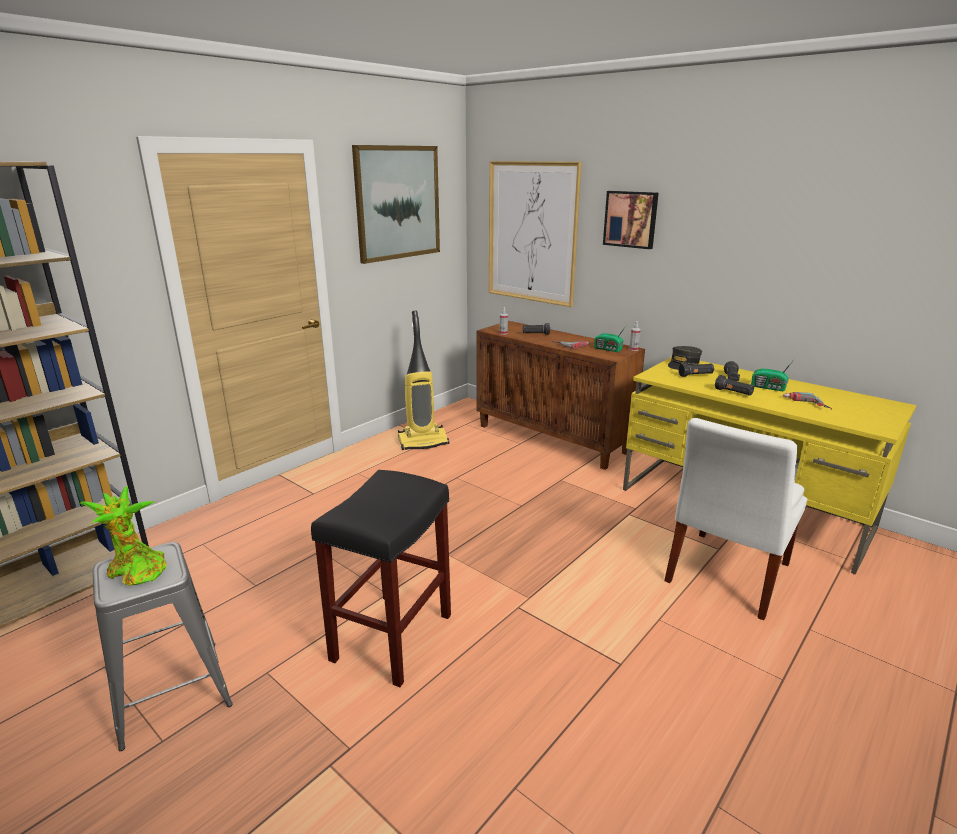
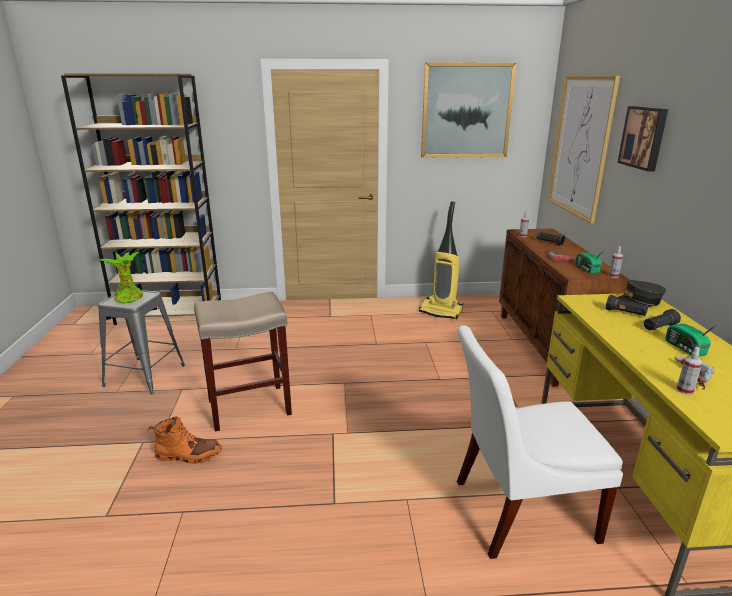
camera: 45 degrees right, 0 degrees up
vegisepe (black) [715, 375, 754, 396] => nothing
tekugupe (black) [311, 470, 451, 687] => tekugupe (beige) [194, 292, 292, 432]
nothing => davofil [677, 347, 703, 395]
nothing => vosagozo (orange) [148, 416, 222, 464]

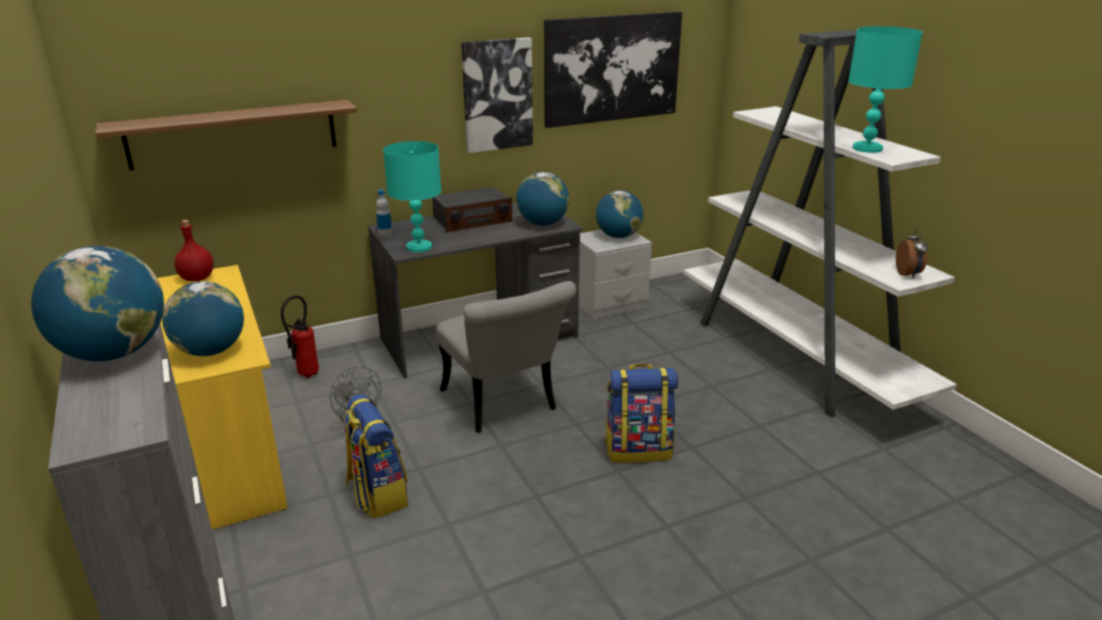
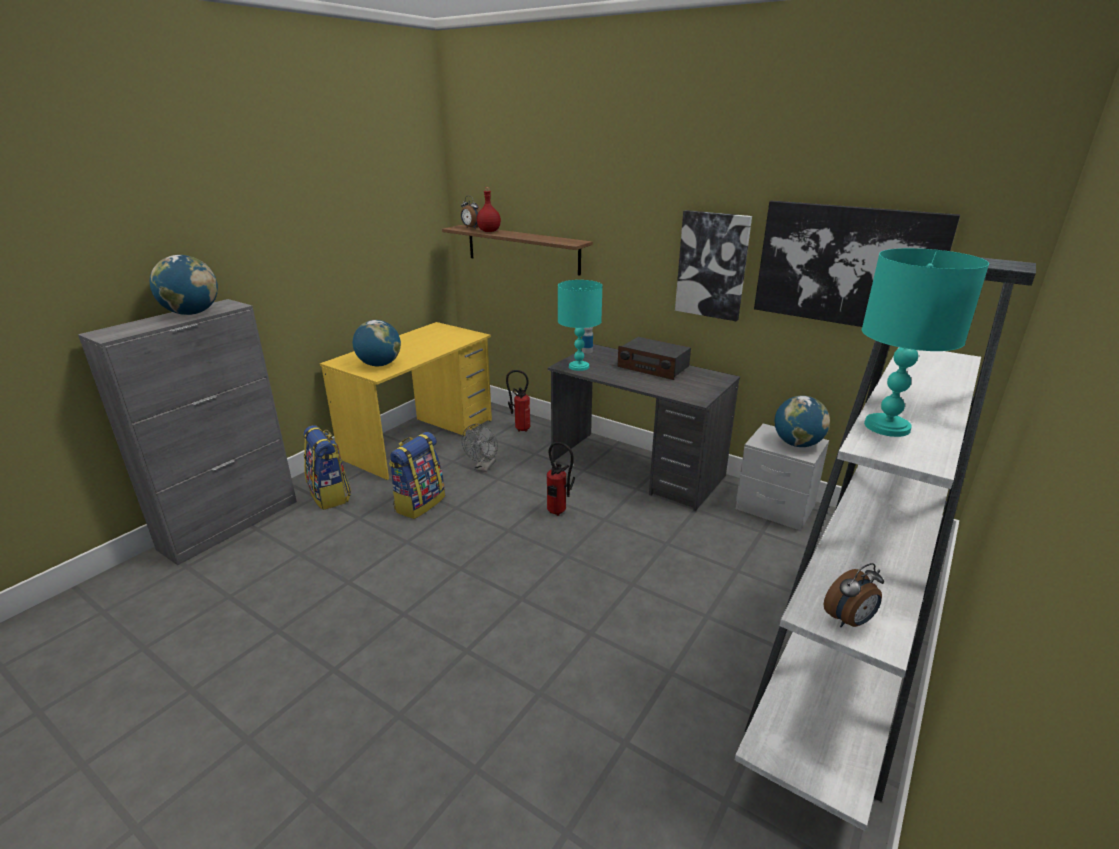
camera: 60 degrees right, 0 degrees up
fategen [516, 172, 569, 226] => nothing
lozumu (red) [174, 220, 214, 281] => lozumu (red) [477, 187, 501, 232], move
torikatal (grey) [436, 281, 576, 433] => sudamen [547, 442, 575, 516]
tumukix [605, 364, 678, 463] => tumukix [303, 425, 351, 510], move
nothing => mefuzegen [461, 196, 481, 229]

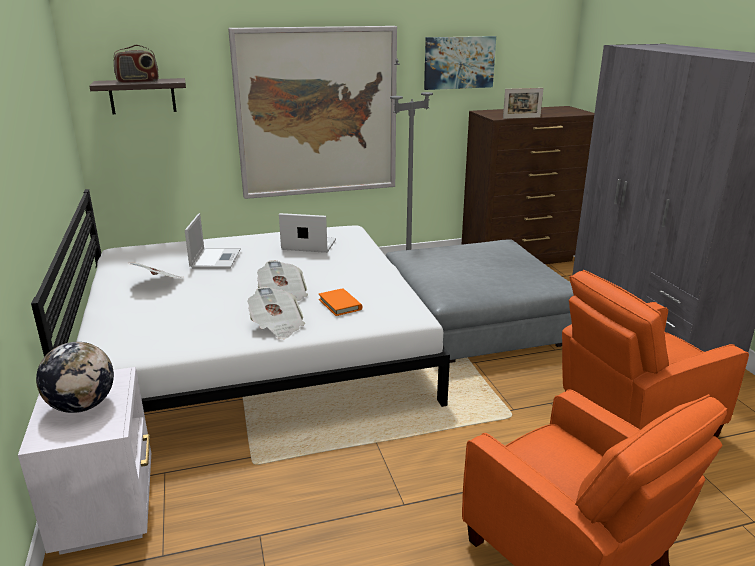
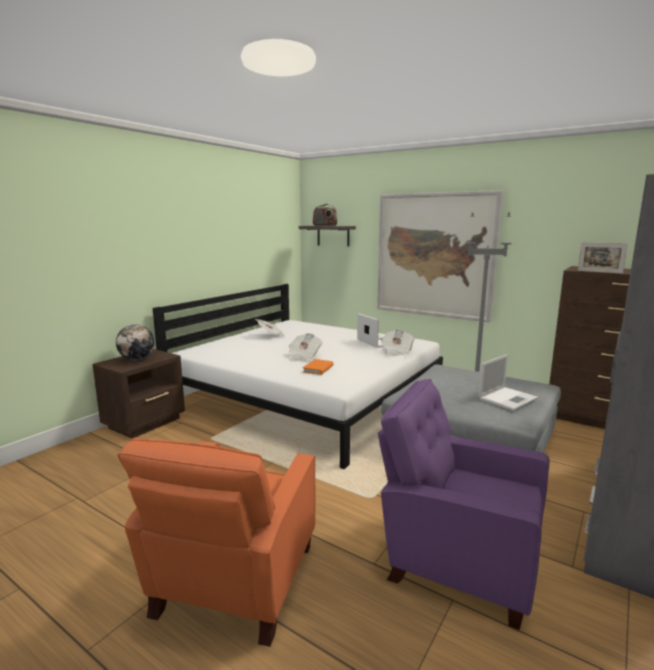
camera: 50 degrees right, 10 degrees down
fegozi [424, 36, 496, 90] => nothing
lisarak [185, 213, 241, 269] => lisarak [478, 355, 538, 411], move
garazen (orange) [562, 270, 749, 438] => garazen (purple) [378, 379, 550, 630]
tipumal [247, 286, 305, 339] => tipumal [381, 329, 415, 357], move
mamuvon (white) [18, 367, 151, 555] => mamuvon (brown) [92, 349, 185, 439]

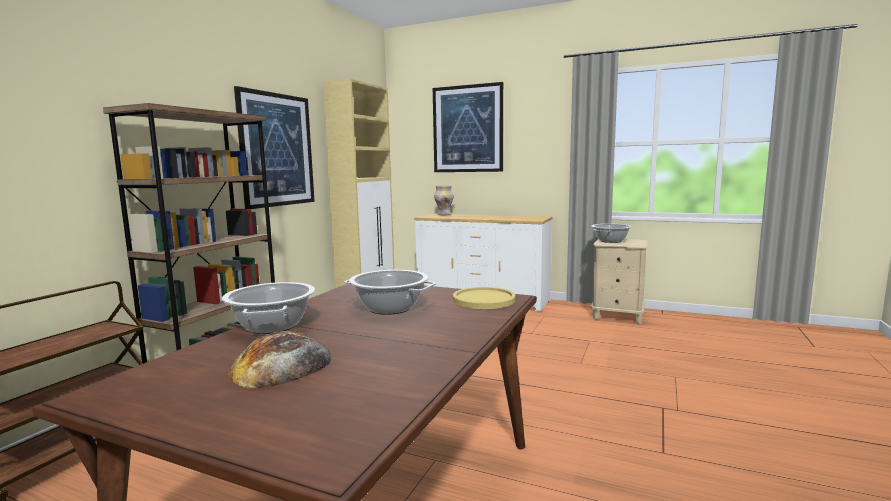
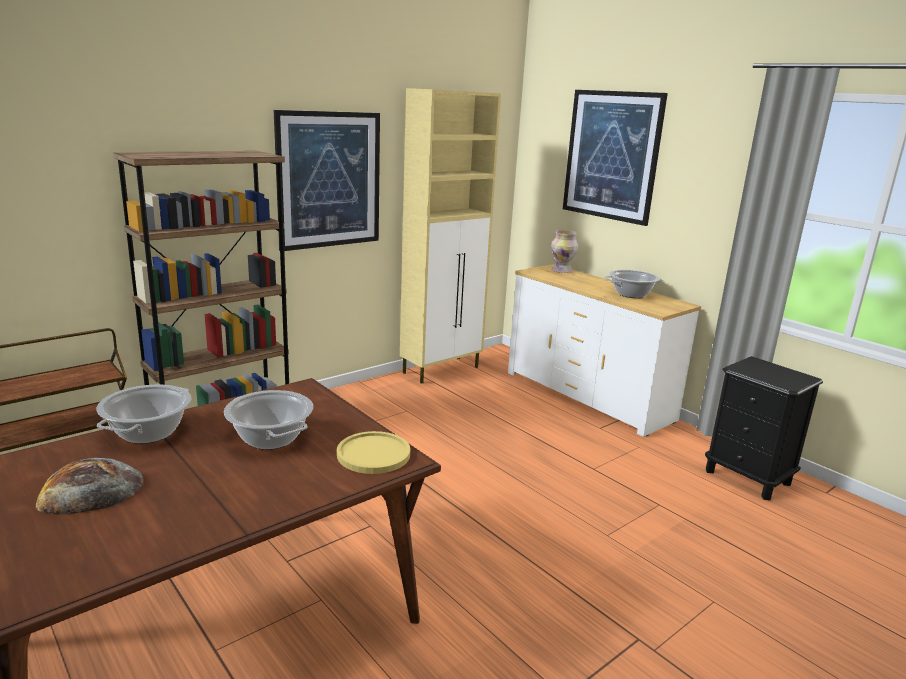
camera: 25 degrees right, 10 degrees up
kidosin [592, 224, 632, 243] => kidosin [604, 269, 663, 298], move
mamuvon (beige) [591, 239, 648, 324] => mamuvon (black) [705, 356, 823, 500]

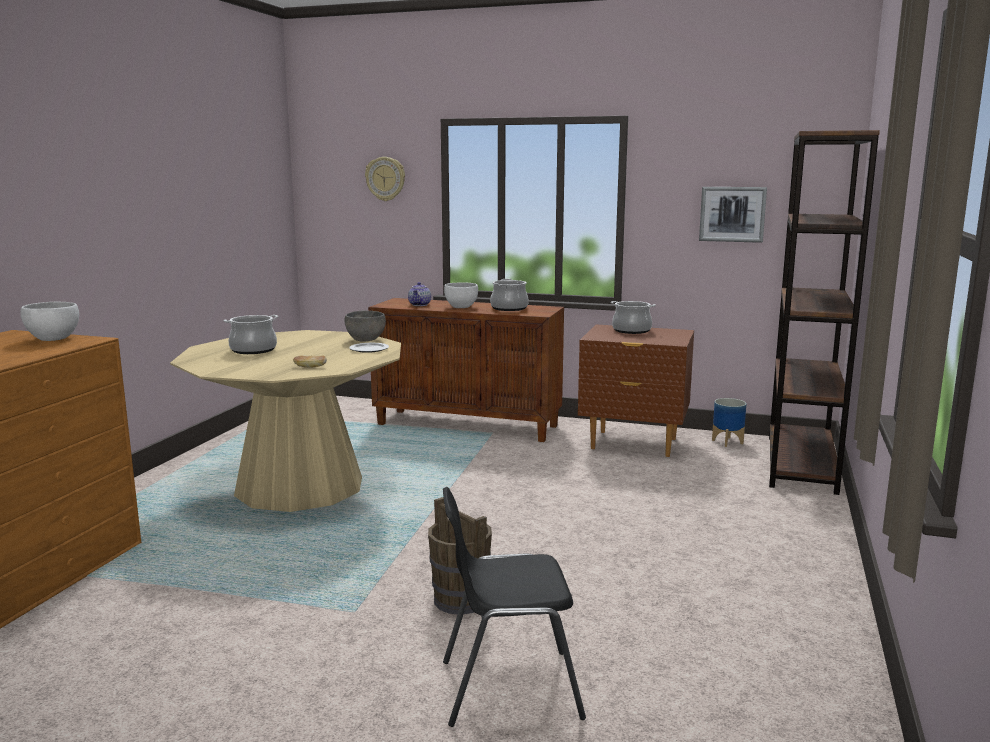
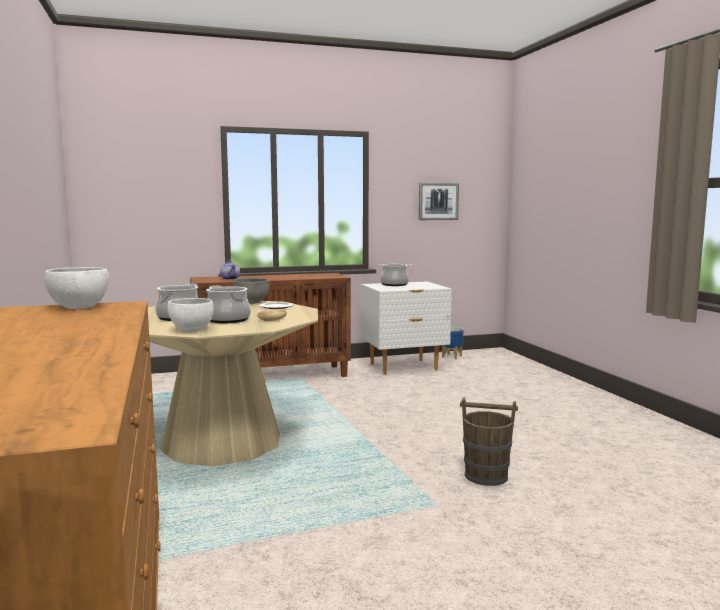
camera: 35 degrees left, 5 degrees down
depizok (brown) [769, 130, 880, 495] => nothing
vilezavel [365, 157, 405, 201] => nothing
kidosin [490, 279, 529, 311] => kidosin [206, 286, 251, 323], move
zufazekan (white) [444, 282, 478, 308] => zufazekan (white) [167, 298, 214, 332], move
mamuvon (brown) [578, 324, 694, 457] => mamuvon (white) [361, 282, 452, 375]
torikatal (black) [443, 487, 586, 727] => nothing

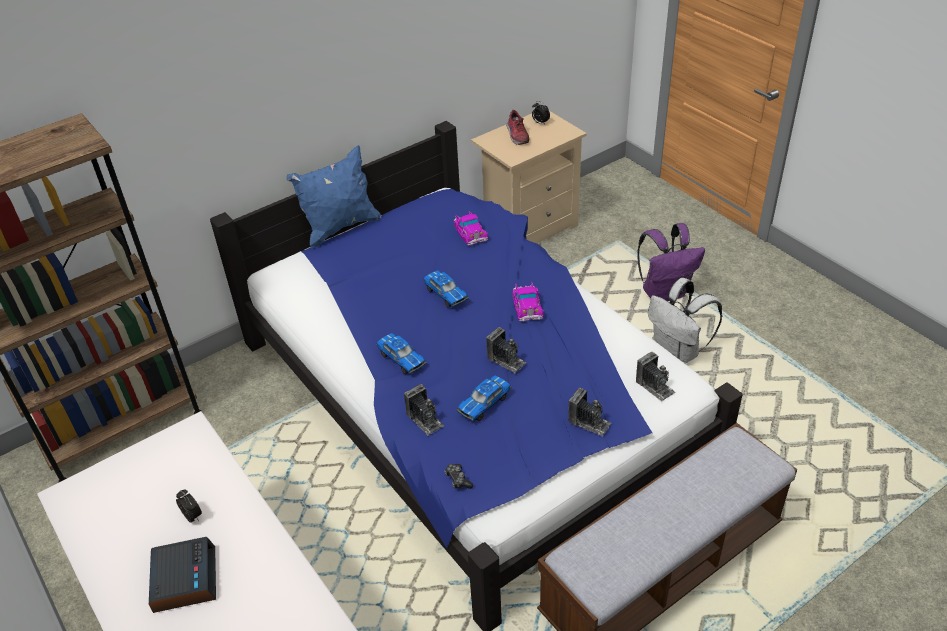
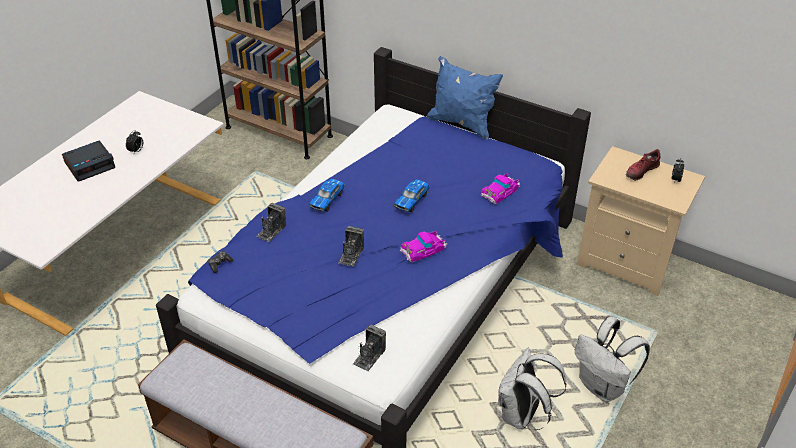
camera: 65 degrees right, 0 degrees up
tumukix (purple) [637, 223, 705, 301] => tumukix (white) [575, 316, 650, 402]
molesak [457, 375, 512, 421] => nothing
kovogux [568, 388, 612, 437] => nothing

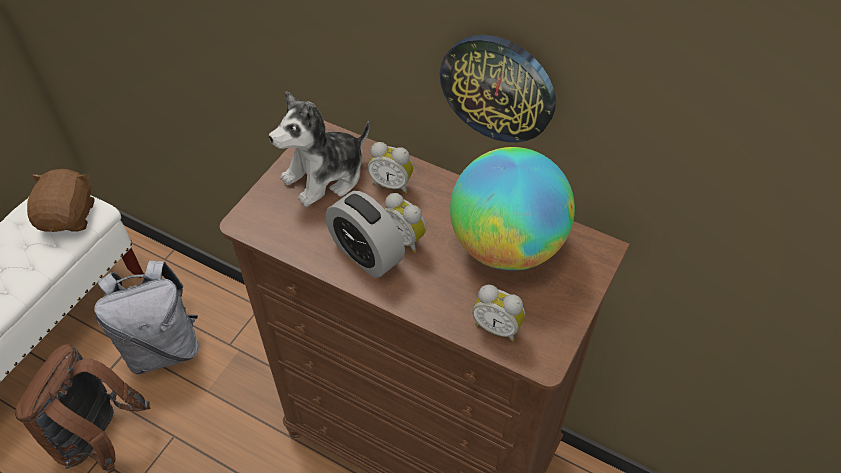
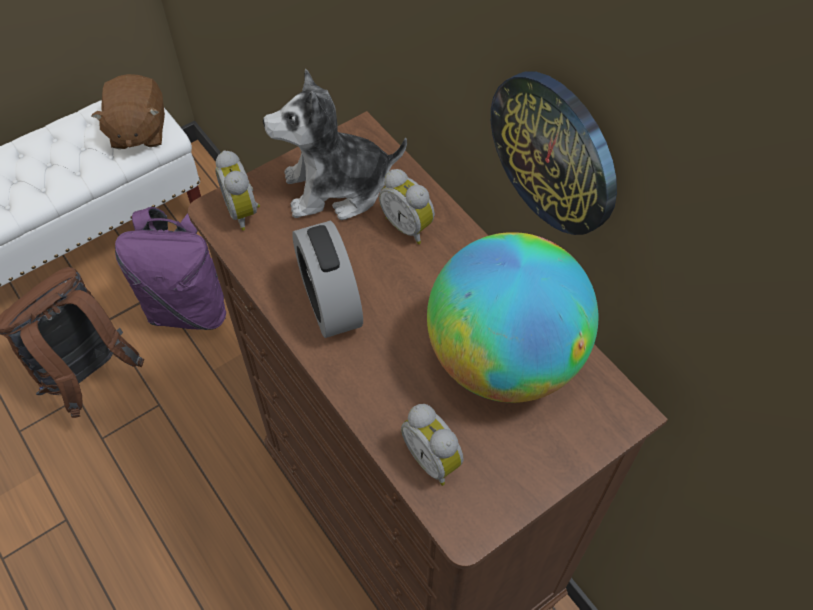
camera: 25 degrees right, 5 degrees up
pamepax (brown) [27, 169, 95, 232] => pamepax (brown) [92, 74, 165, 149], 150 degrees clockwise
mefuzegen [384, 193, 426, 253] => mefuzegen [215, 150, 260, 231], move
tumukix (grey) [94, 260, 199, 374] => tumukix (purple) [115, 207, 226, 330]

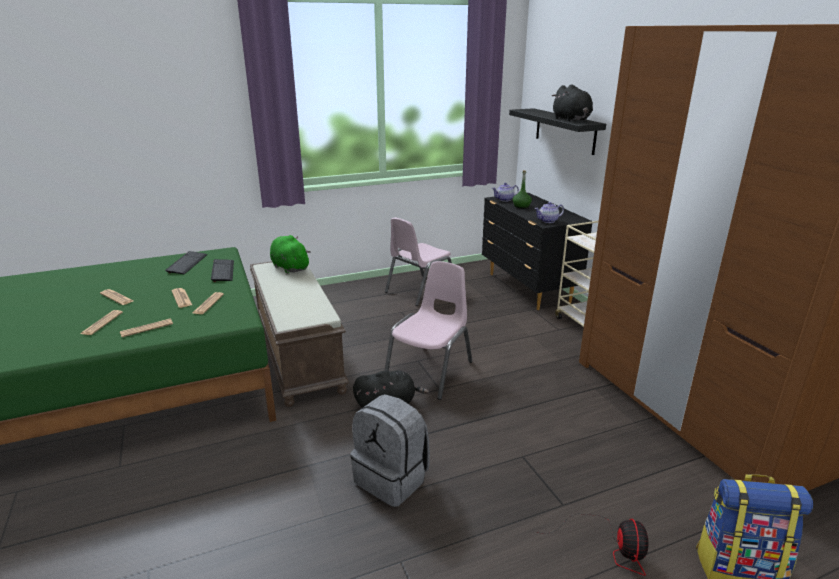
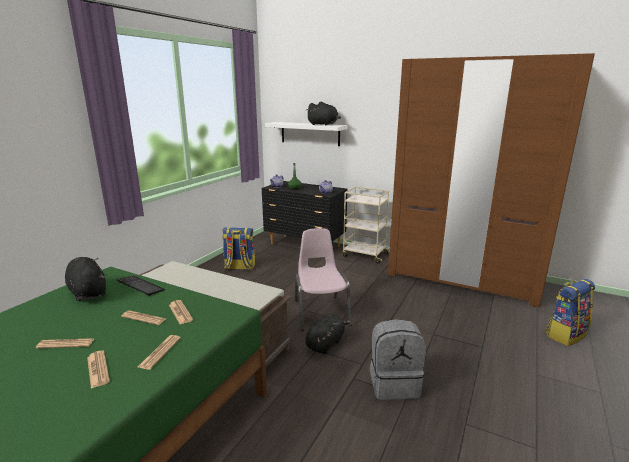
camera: 40 degrees left, 5 degrees down
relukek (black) [509, 108, 606, 155] => relukek (white) [265, 122, 348, 146]
torikatal (pink) [385, 218, 452, 306] => tumukix [222, 228, 255, 270]
pamepax (green) [270, 235, 310, 274] => nothing
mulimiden [165, 251, 207, 274] => pamepax (black) [65, 257, 106, 302]
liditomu [535, 513, 648, 576] => nothing

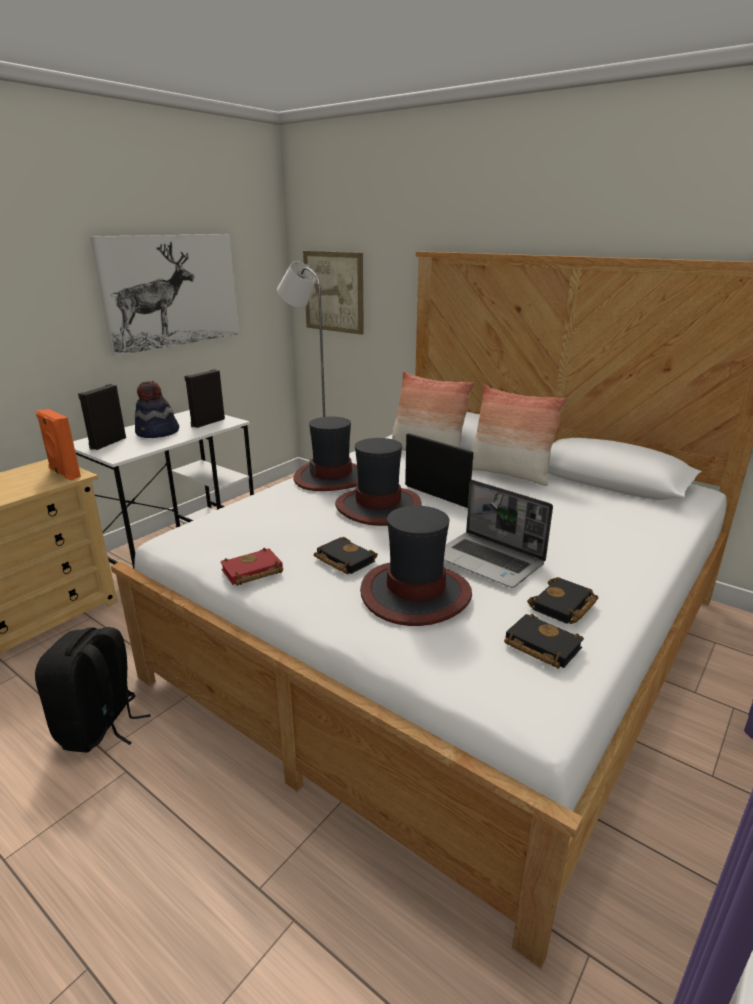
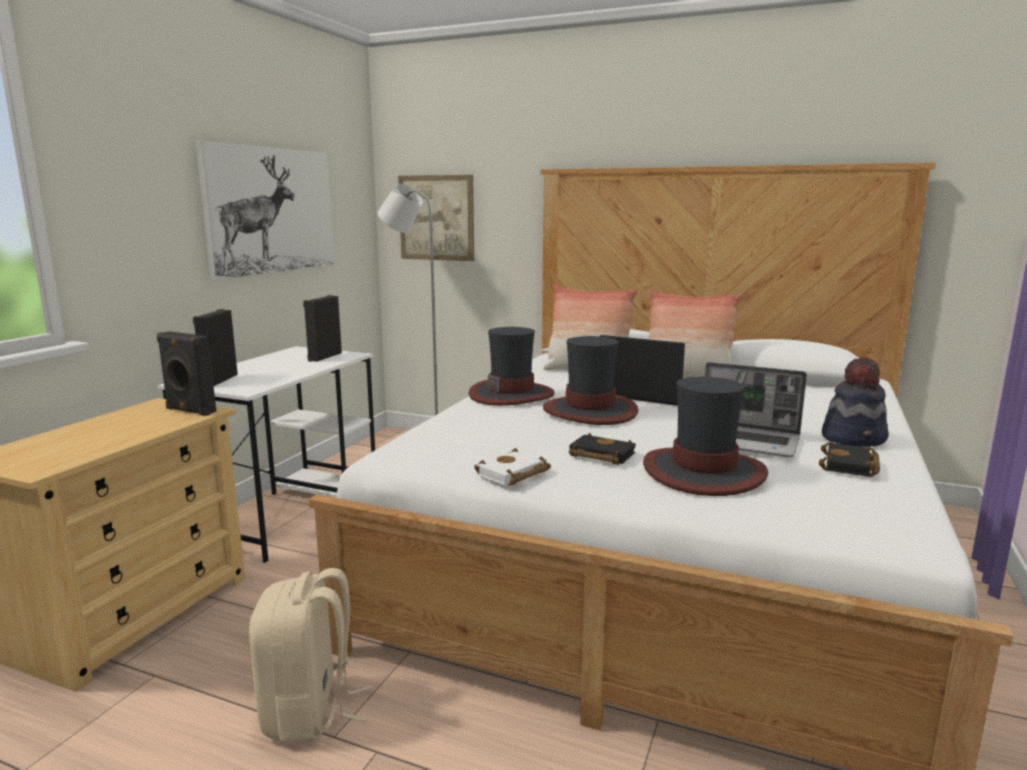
camera: 15 degrees left, 10 degrees down
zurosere [135, 381, 179, 438] => zurosere [822, 357, 889, 447], move
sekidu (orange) [36, 409, 81, 481] => sekidu (black) [157, 331, 216, 416]
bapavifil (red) [220, 548, 283, 586] => bapavifil (white) [474, 448, 551, 486]
bapavifil (black) [504, 614, 584, 669] => nothing
tumukix (black) [35, 627, 151, 753] => tumukix (beige) [249, 568, 372, 742]

